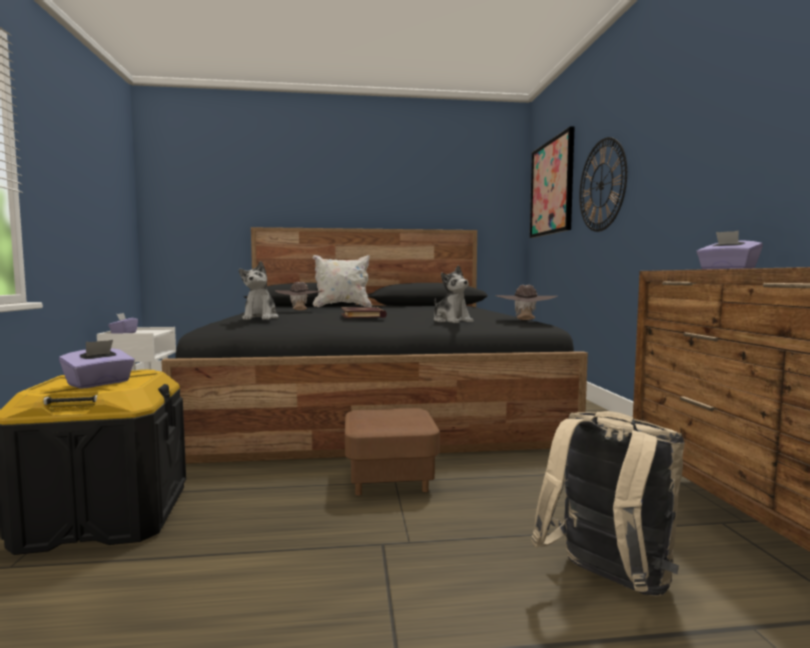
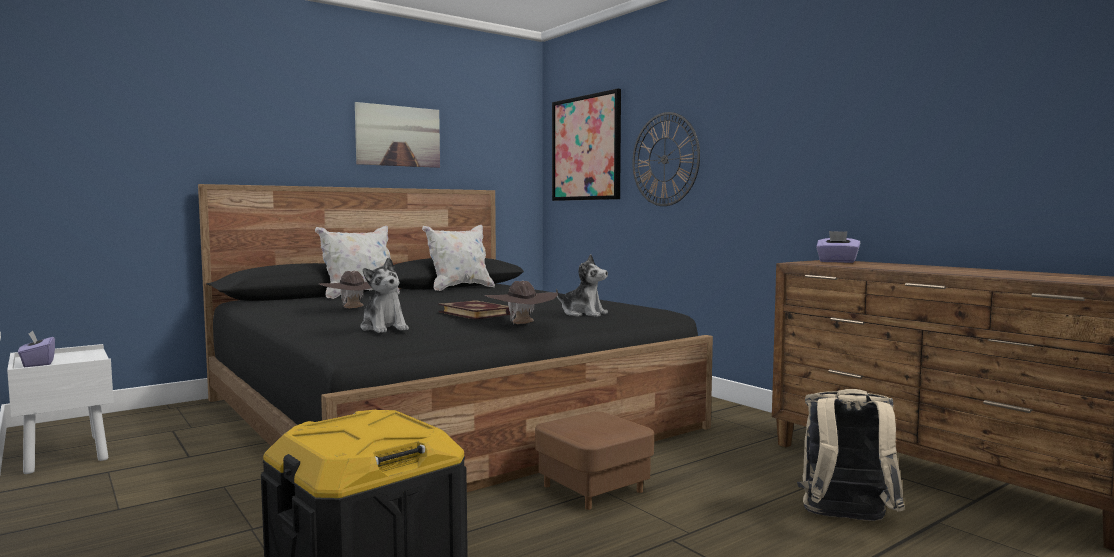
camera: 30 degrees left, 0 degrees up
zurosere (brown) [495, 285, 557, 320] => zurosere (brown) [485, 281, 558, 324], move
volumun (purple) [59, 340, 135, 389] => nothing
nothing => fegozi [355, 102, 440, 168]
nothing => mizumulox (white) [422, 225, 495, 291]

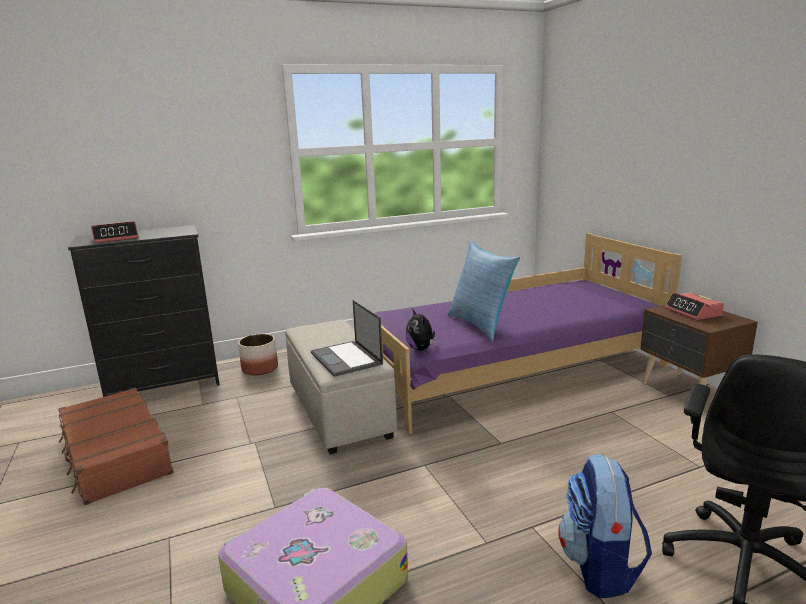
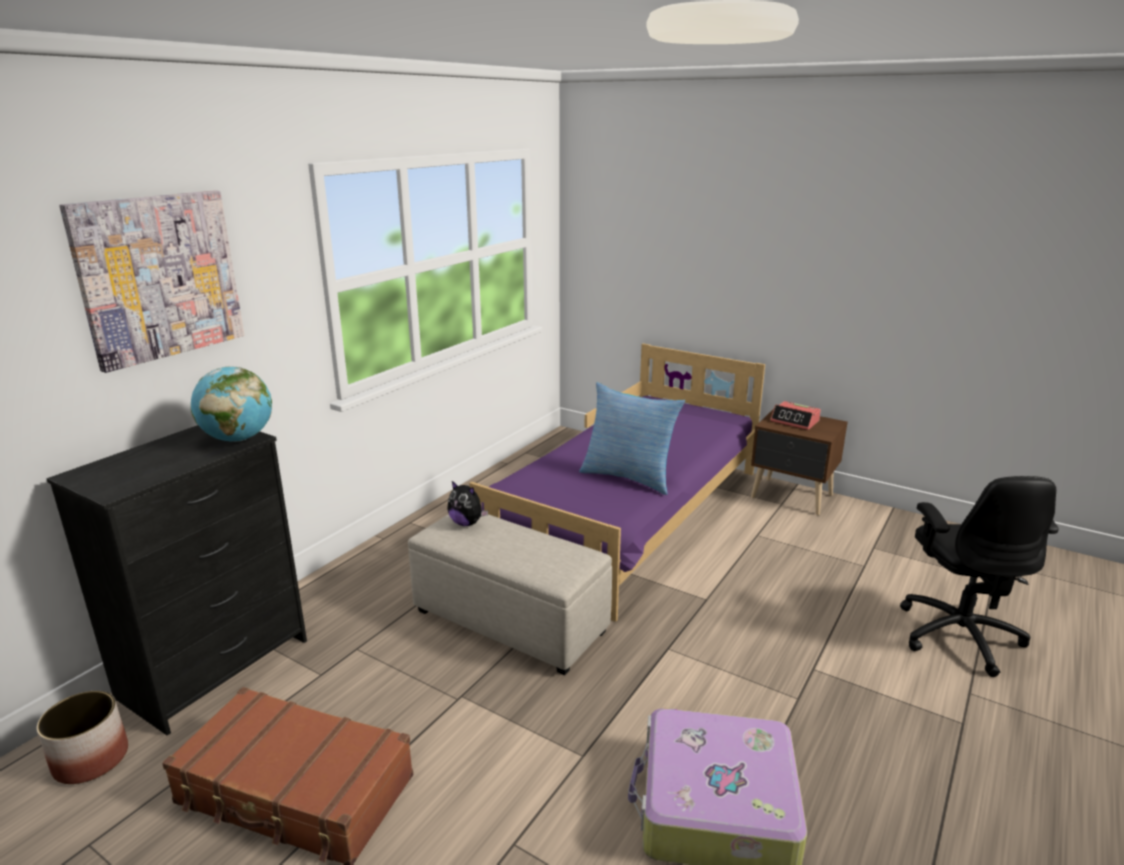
camera: 35 degrees left, 5 degrees up
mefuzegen [91, 221, 139, 243] => nothing
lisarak [311, 300, 383, 377] => nothing
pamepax [406, 310, 436, 351] => pamepax [448, 481, 488, 526], move
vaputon [238, 334, 278, 375] => vaputon [37, 691, 128, 784], move
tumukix [558, 454, 652, 598] => nothing
nothing => fegozi [59, 190, 244, 373]
nothing => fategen [191, 367, 272, 442]

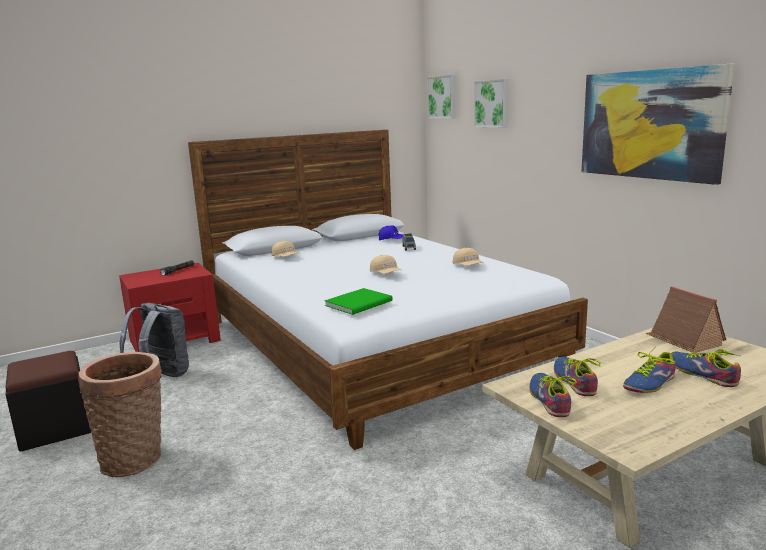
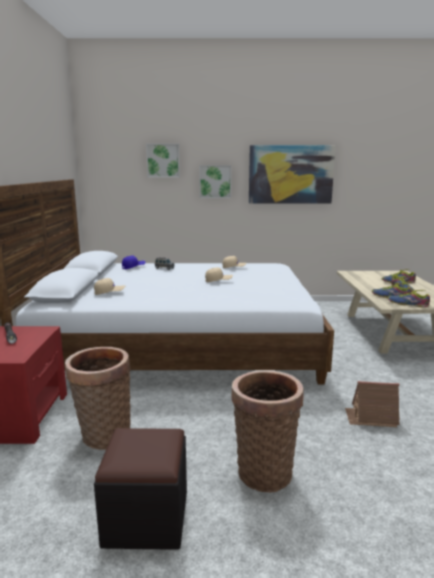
camera: 60 degrees left, 0 degrees up
fegozi [427, 75, 456, 119] => fegozi [199, 165, 232, 198], move
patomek [646, 286, 726, 353] => patomek [345, 381, 400, 428], move
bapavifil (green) [324, 288, 393, 315] => nothing
tumukix (grey) [120, 303, 189, 377] => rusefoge [65, 347, 131, 450]

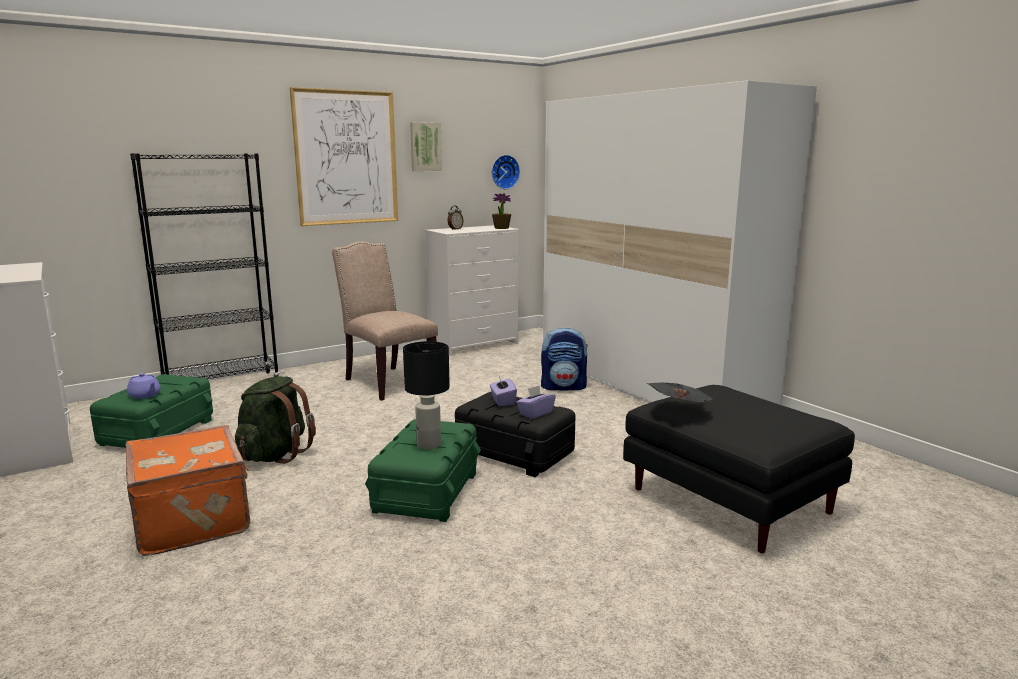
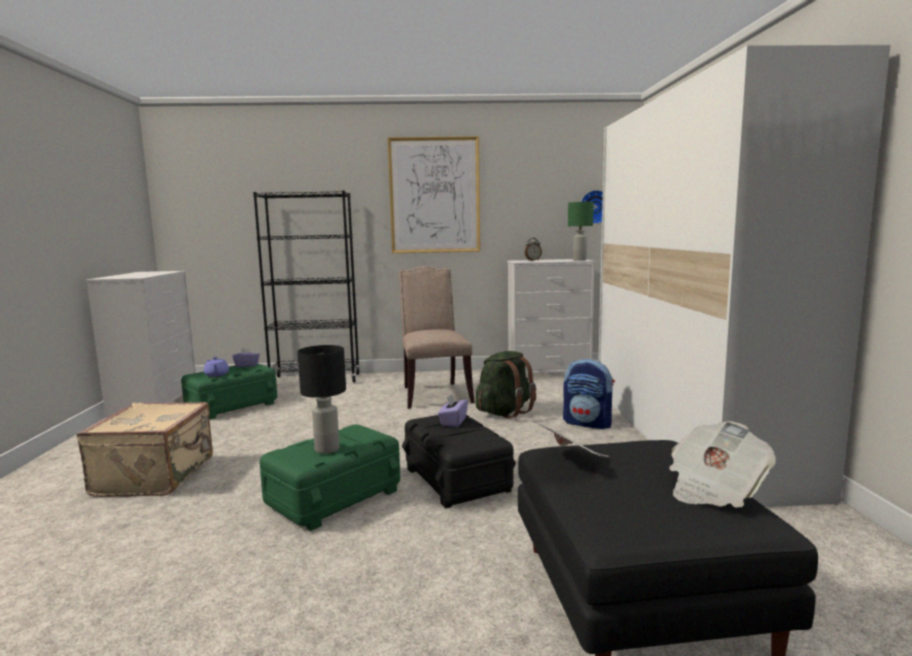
camera: 30 degrees right, 5 degrees down
fegozi [410, 122, 442, 171] => nothing
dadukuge [492, 193, 511, 229] => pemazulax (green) [568, 202, 594, 261]
tumukix (green) [235, 376, 316, 464] => tumukix (green) [476, 351, 536, 419], move
volumun (purple) [516, 386, 556, 419] => volumun (purple) [232, 346, 260, 367], move
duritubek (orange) [126, 425, 250, 556] => duritubek (beige) [76, 402, 213, 497]
nothing => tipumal [669, 421, 776, 508]

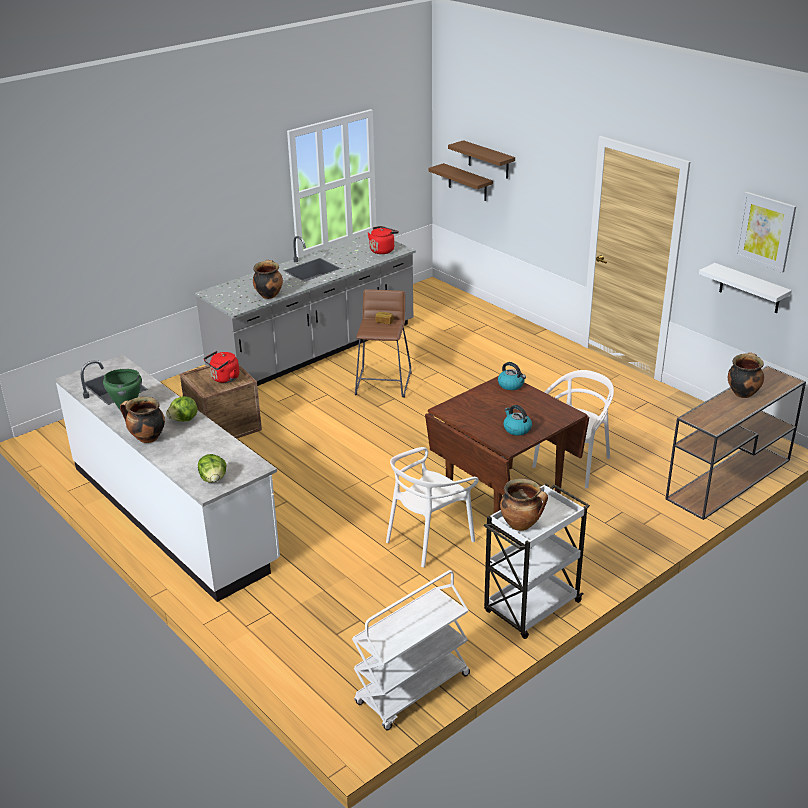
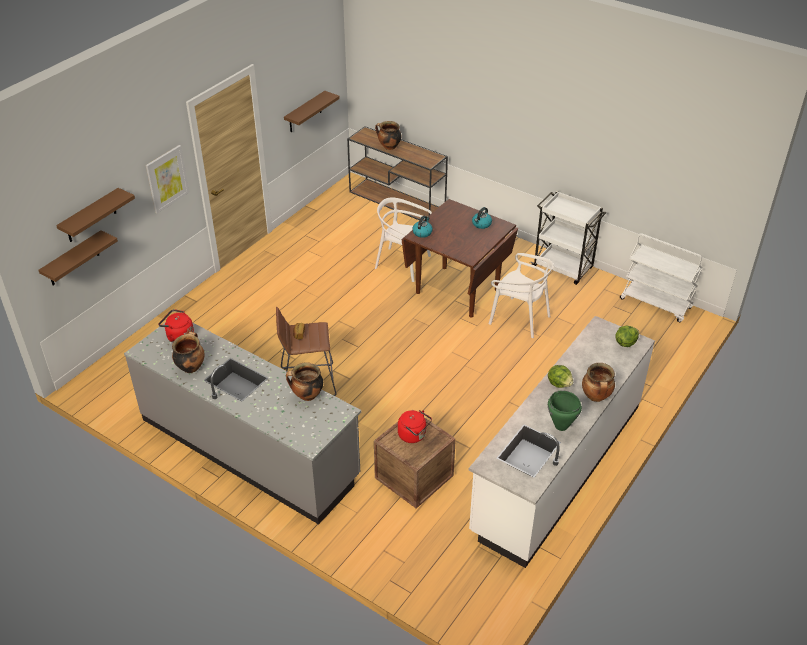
camera: 105 degrees left, 10 degrees up
fegozi [734, 192, 796, 273] => fegozi [146, 145, 189, 214], move
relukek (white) [699, 263, 792, 313] => relukek (brown) [284, 91, 340, 132]
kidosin [500, 478, 548, 531] => kidosin [172, 332, 205, 373], move

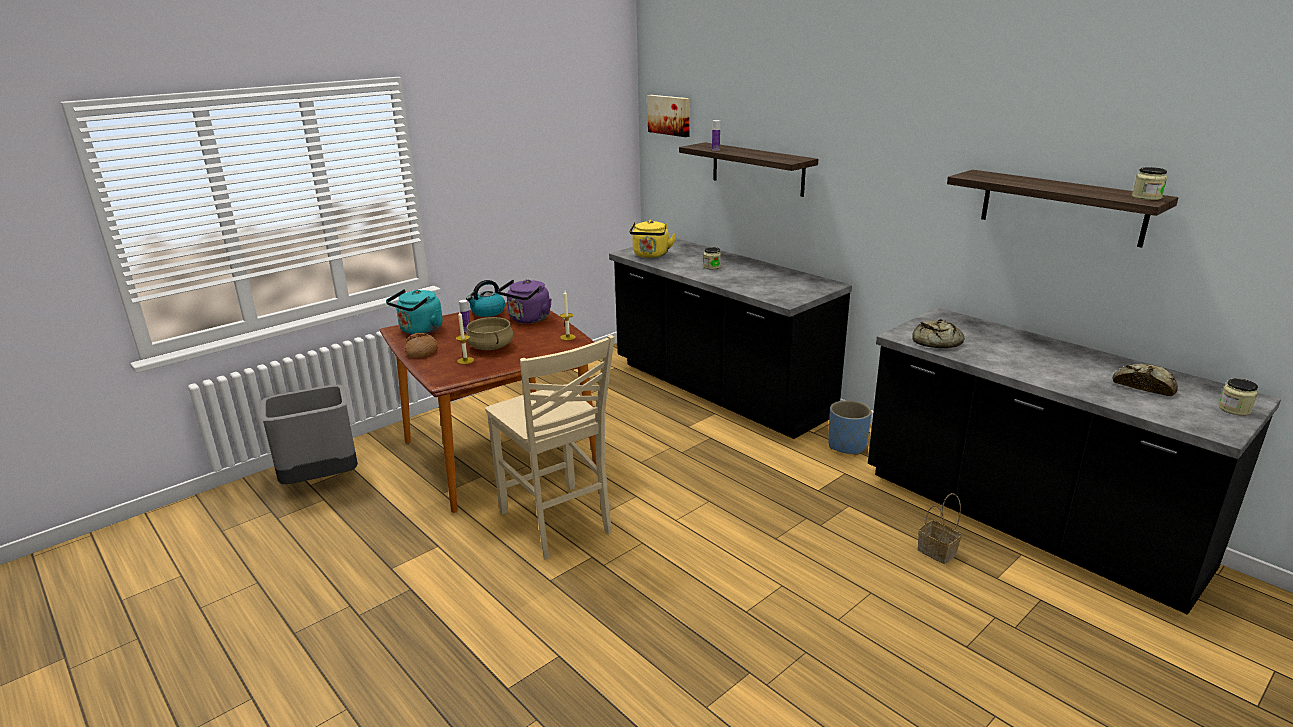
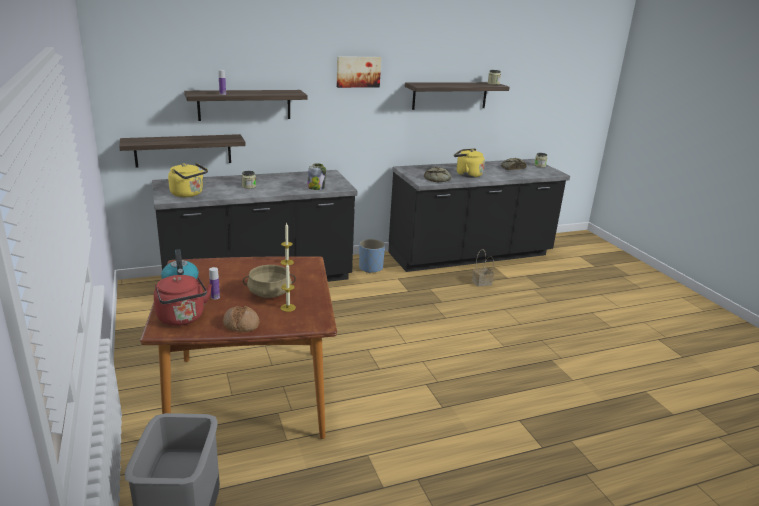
camera: 70 degrees left, 0 degrees up
fegozi [647, 95, 690, 137] => fegozi [337, 56, 381, 88], move
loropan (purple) [498, 279, 552, 323] => nothing
loropan (turquoise) [386, 289, 443, 334] => loropan (red) [154, 275, 212, 326]
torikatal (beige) [485, 335, 615, 559] => nothing
nothing => relukek [119, 134, 246, 167]
nothing => loropan (yellow) [454, 149, 485, 178]
nothing => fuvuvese [307, 163, 326, 190]

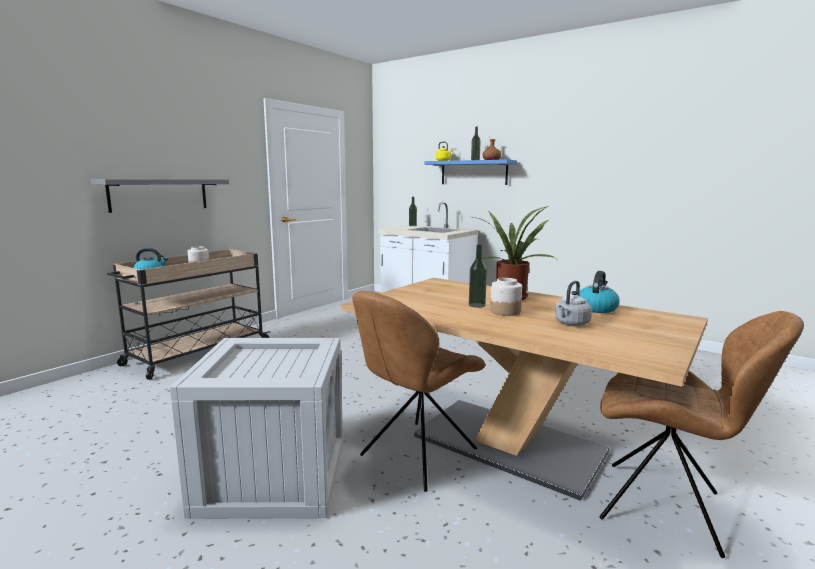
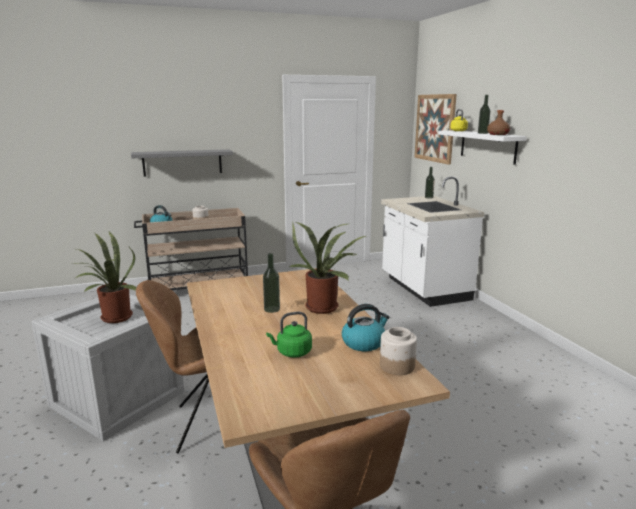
camera: 35 degrees right, 5 degrees up
relukek (blue) [424, 160, 517, 185] => relukek (white) [438, 130, 527, 165]
fuvuvese [490, 278, 522, 316] => fuvuvese [380, 327, 417, 375], move
loropan (grey) [555, 281, 592, 326] => loropan (green) [266, 312, 312, 358]
nothing => fegozi [414, 94, 457, 165]
nothing => dadukuge [74, 232, 137, 323]

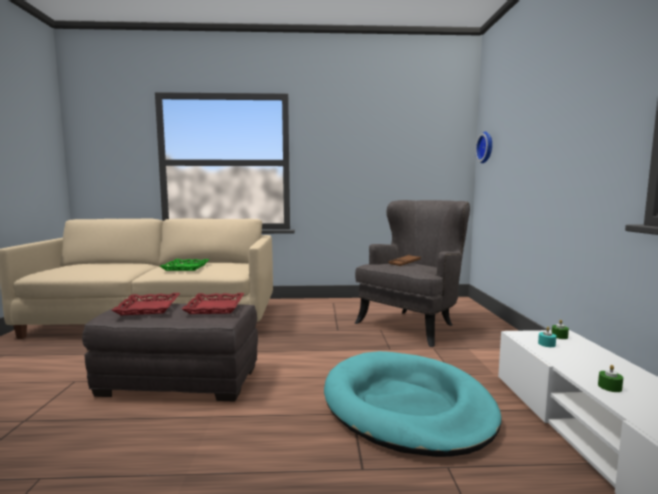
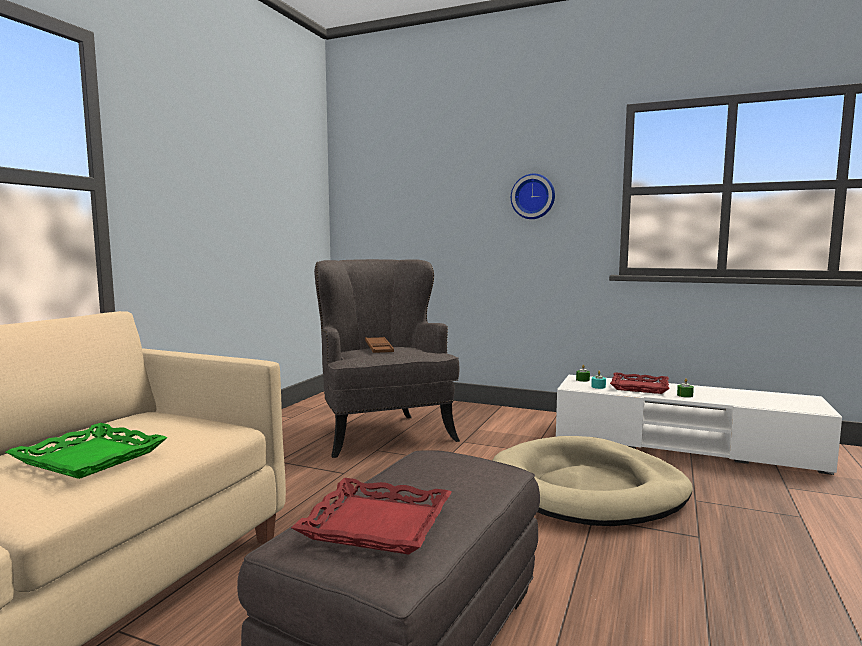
camera: 65 degrees left, 0 degrees up
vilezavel [475, 132, 492, 163] => vilezavel [511, 174, 555, 219], move
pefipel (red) [182, 293, 244, 314] => pefipel (red) [610, 372, 670, 394], move
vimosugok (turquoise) [324, 351, 502, 457] => vimosugok (beige) [492, 436, 693, 526]

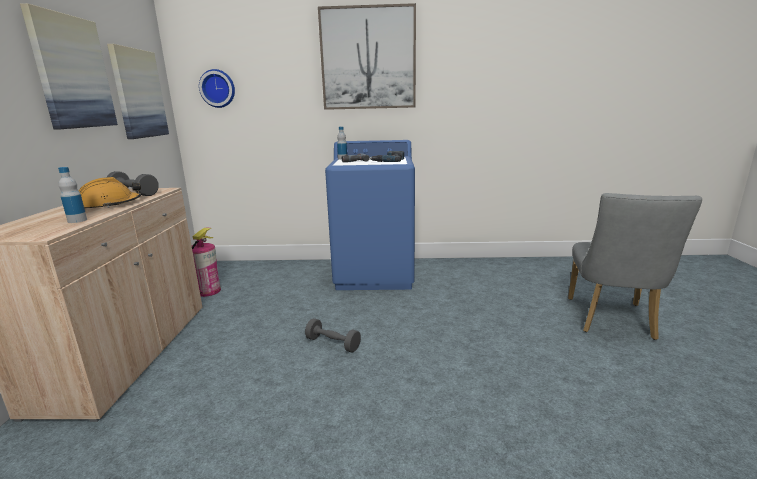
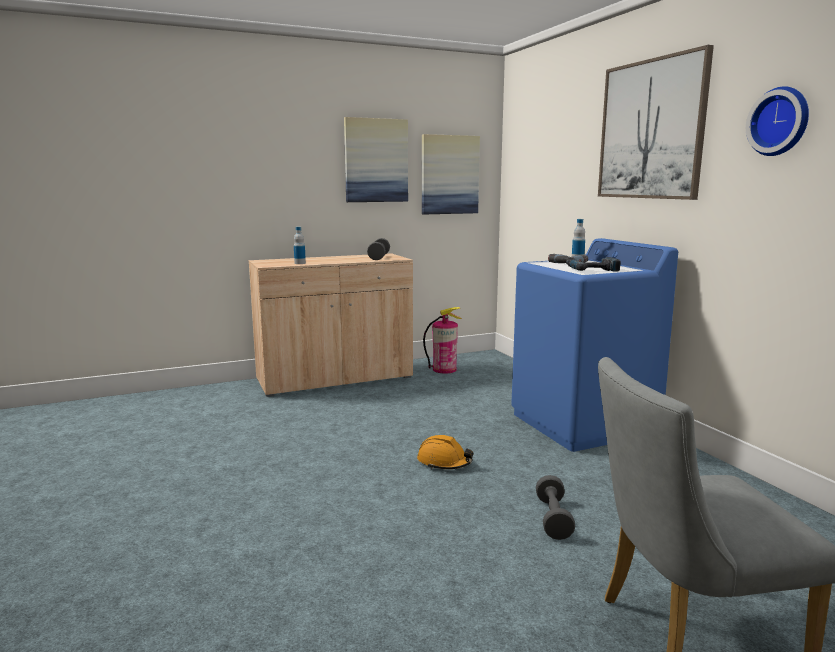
camera: 65 degrees right, 5 degrees down
vilezavel [199, 69, 235, 108] => vilezavel [746, 86, 809, 156], move
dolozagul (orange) [79, 177, 141, 208] => dolozagul (orange) [417, 435, 474, 469], move
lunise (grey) [305, 318, 361, 352] => lunise (grey) [536, 475, 575, 540], move

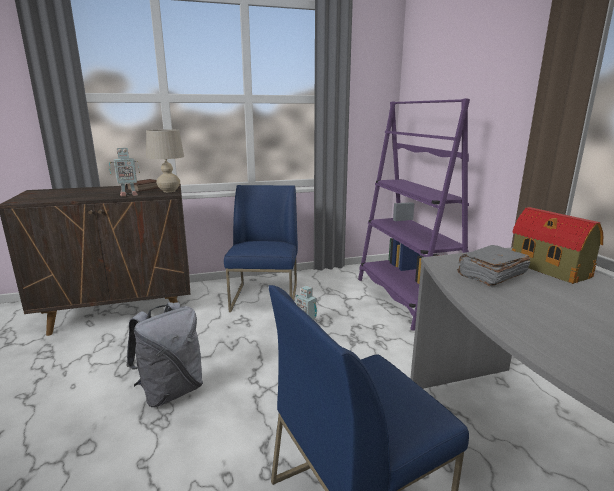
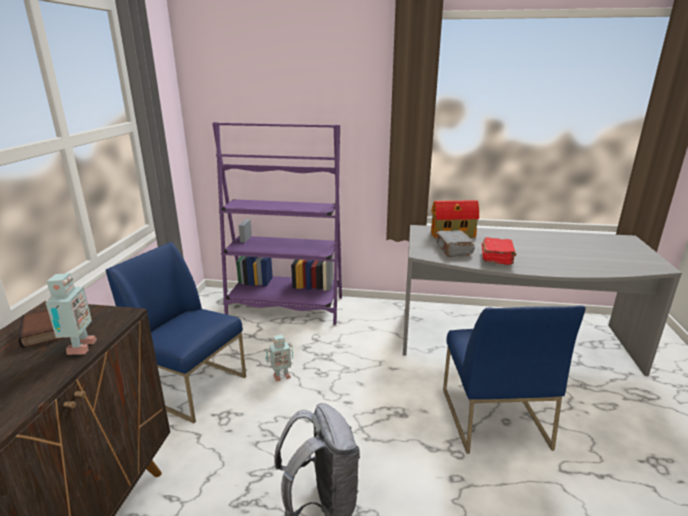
camera: 65 degrees left, 5 degrees up
pemazulax (beige) [146, 129, 184, 192] => nothing
nothing => bapavifil (red) [482, 237, 516, 265]

